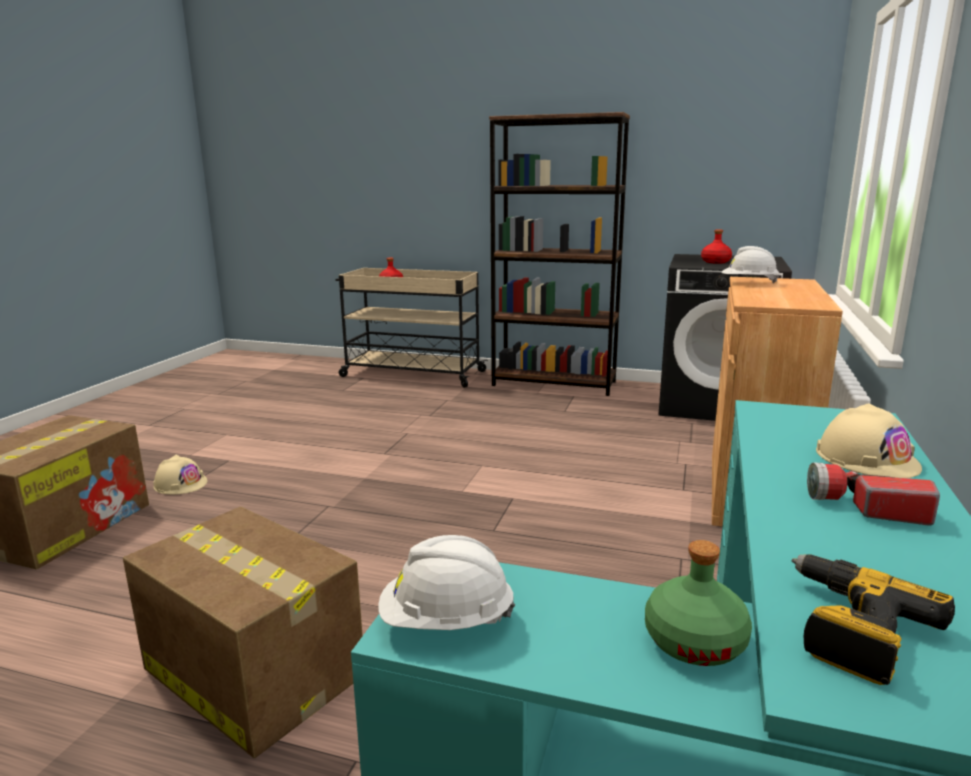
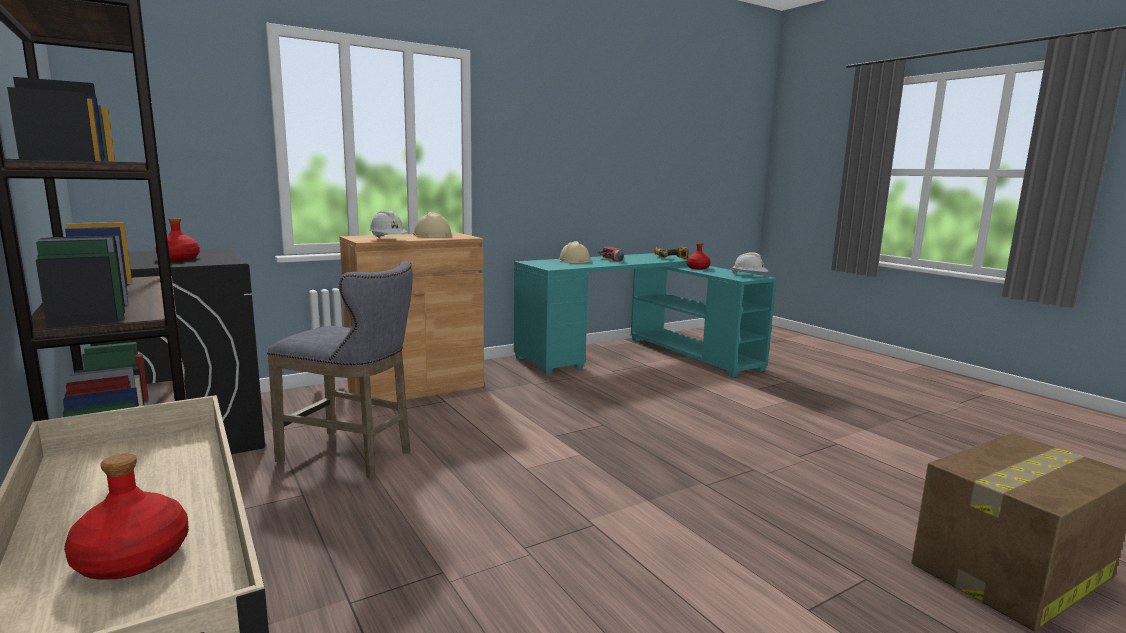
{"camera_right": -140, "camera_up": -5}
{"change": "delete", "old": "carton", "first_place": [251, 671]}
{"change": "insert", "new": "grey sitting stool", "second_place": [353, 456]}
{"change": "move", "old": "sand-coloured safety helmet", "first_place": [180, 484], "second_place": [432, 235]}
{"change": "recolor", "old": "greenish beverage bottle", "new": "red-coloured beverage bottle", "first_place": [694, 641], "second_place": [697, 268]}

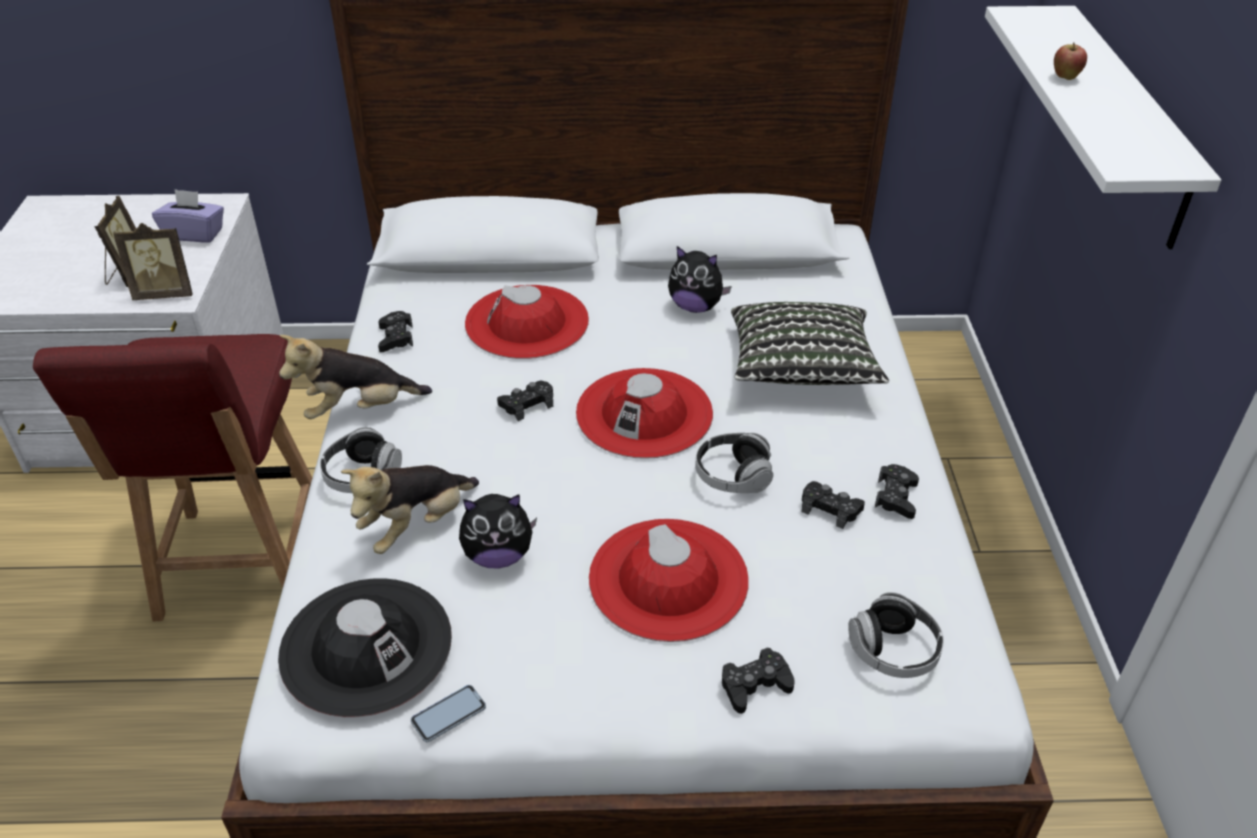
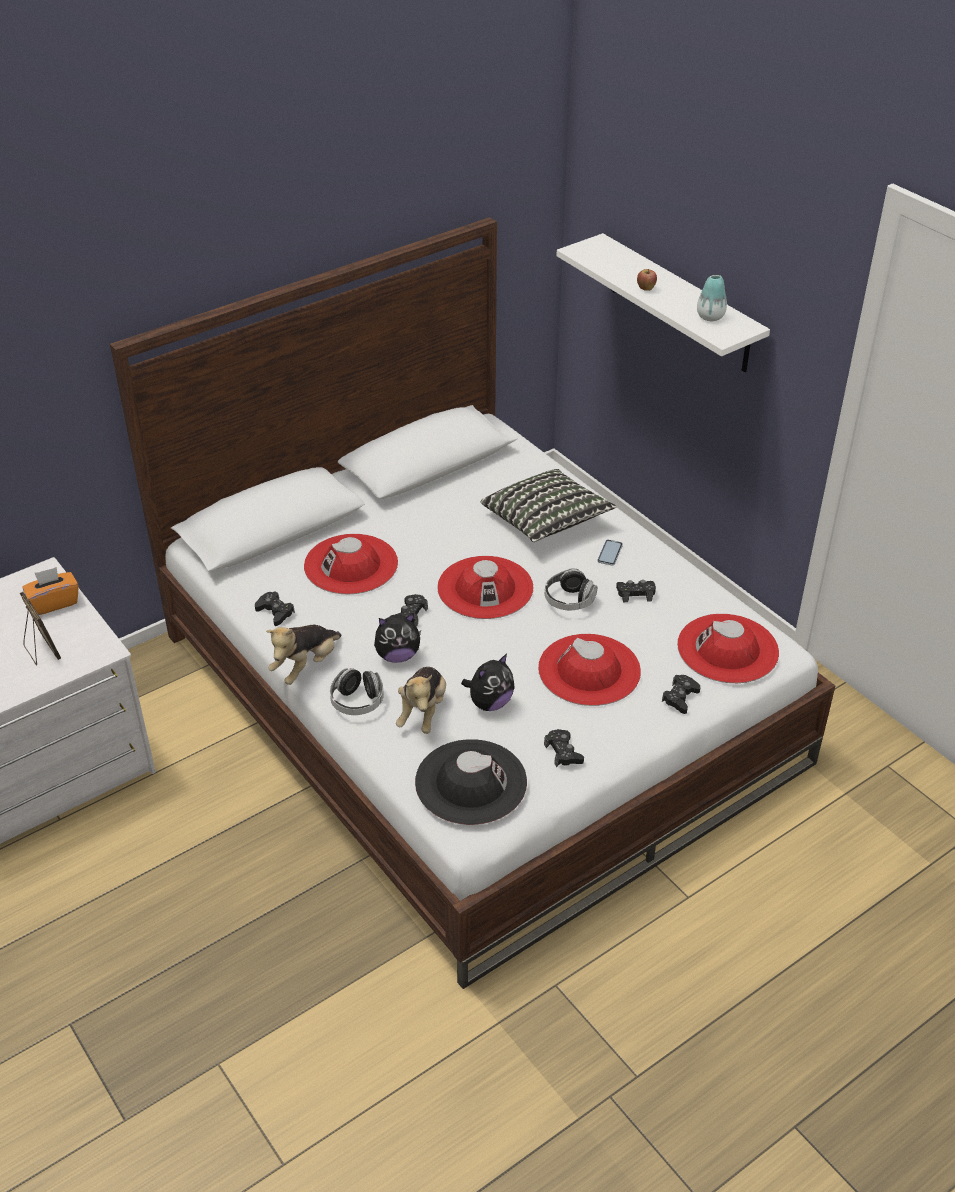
{"camera_right": -35, "camera_up": 0}
{"change": "delete", "old": "red-coloured chair", "first_place": [242, 565]}
{"change": "delete", "old": "standing frame", "first_place": [166, 293]}
{"change": "insert", "new": "decorative vase", "second_place": [710, 317]}
{"change": "move", "old": "phone", "first_place": [448, 714], "second_place": [610, 553]}
{"change": "move", "old": "cuddly toy", "first_place": [695, 307], "second_place": [397, 655]}
{"change": "move", "old": "black-coloured game controller", "first_place": [896, 497], "second_place": [563, 752]}
{"change": "replace", "old": "headphones", "new": "red-coloured clothing hat", "first_place": [893, 651], "second_place": [727, 649]}
{"change": "recolor", "old": "purple-coloured box of tissues", "new": "orange-coloured box of tissues", "first_place": [195, 234], "second_place": [54, 602]}

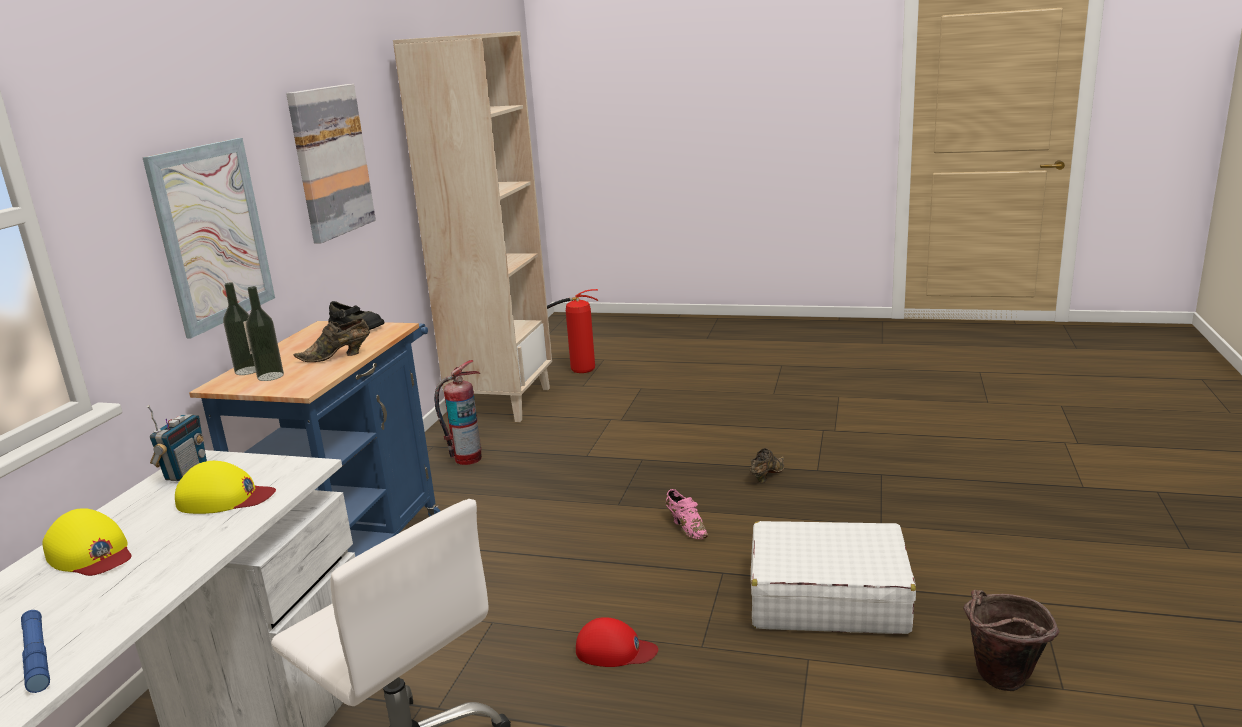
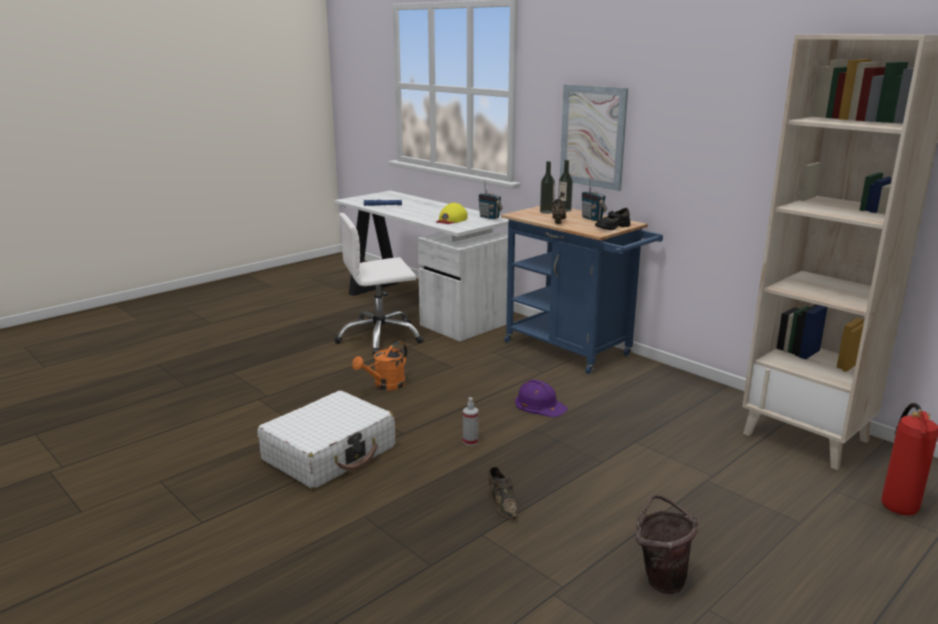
{"camera_right": 120, "camera_up": 0}
{"change": "delete", "old": "yellow baseball cap", "first_place": [91, 554]}
{"change": "delete", "old": "wall art", "first_place": [330, 161]}
{"change": "delete", "old": "fire extinguisher", "first_place": [467, 458]}
{"change": "insert", "new": "purple-coloured safety helmet", "second_place": [540, 405]}
{"change": "insert", "new": "radio set", "second_place": [592, 218]}
{"change": "move", "old": "brown pail", "first_place": [1000, 683], "second_place": [660, 578]}
{"change": "replace", "old": "red-coloured baseball cap", "new": "orange-coloured sprinkling can", "first_place": [615, 650], "second_place": [385, 386]}
{"change": "replace", "old": "pink-coloured shoe", "new": "hand sprayer", "first_place": [686, 527], "second_place": [470, 441]}

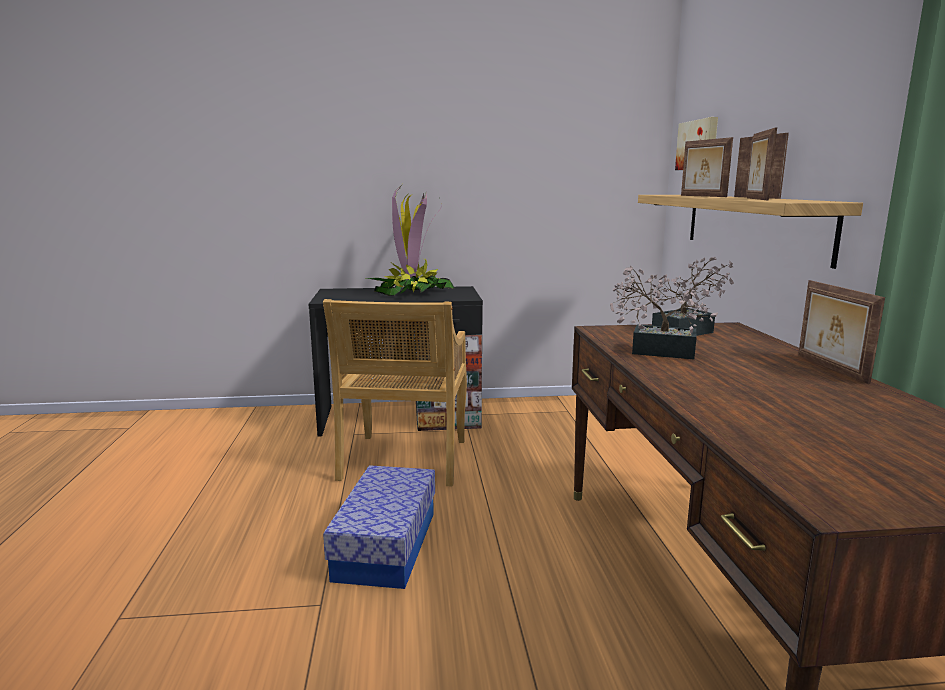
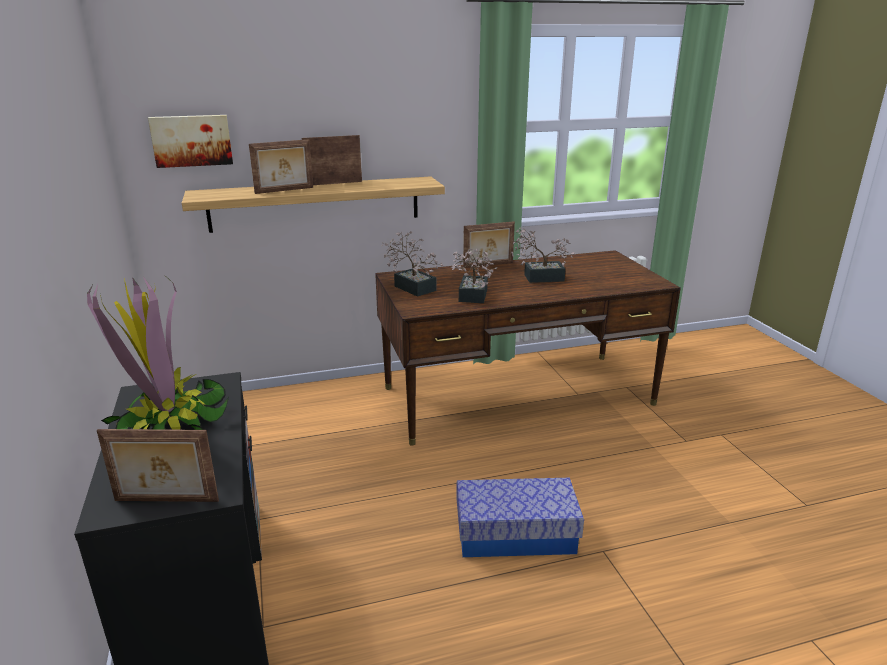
{"camera_right": -100, "camera_up": 10}
{"change": "delete", "old": "sand-coloured chair", "first_place": [404, 461]}
{"change": "insert", "new": "houseplant", "second_place": [539, 278]}
{"change": "move", "old": "standing frame", "first_place": [755, 199], "second_place": [166, 501]}

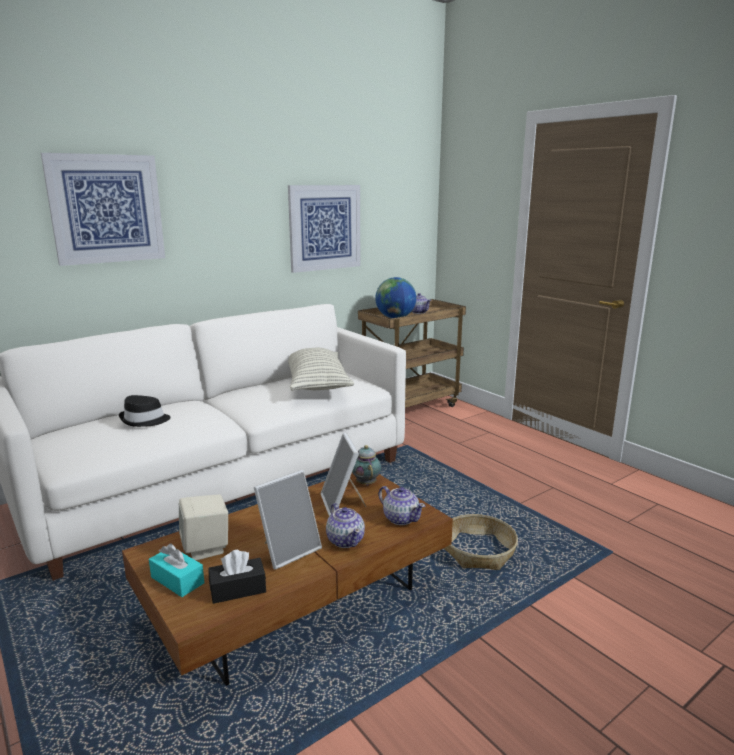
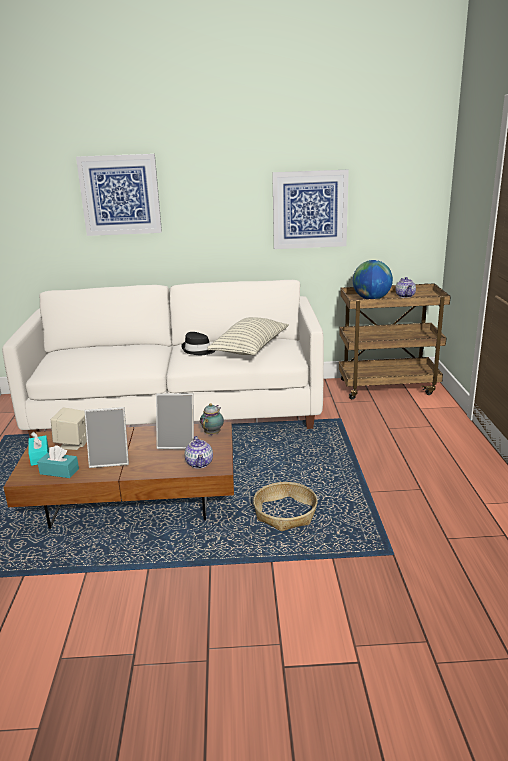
{"camera_right": 35, "camera_up": 5}
{"change": "delete", "old": "teapot", "first_place": [345, 540]}
{"change": "move", "old": "black-coloured clothing hat", "first_place": [144, 420], "second_place": [198, 350]}
{"change": "recolor", "old": "black-coloured box of tissues", "new": "turquoise-coloured box of tissues", "first_place": [238, 589], "second_place": [59, 471]}
{"change": "rotate", "old": "standing frame", "first_place": [342, 505], "second_place": [178, 443], "degrees": -105}

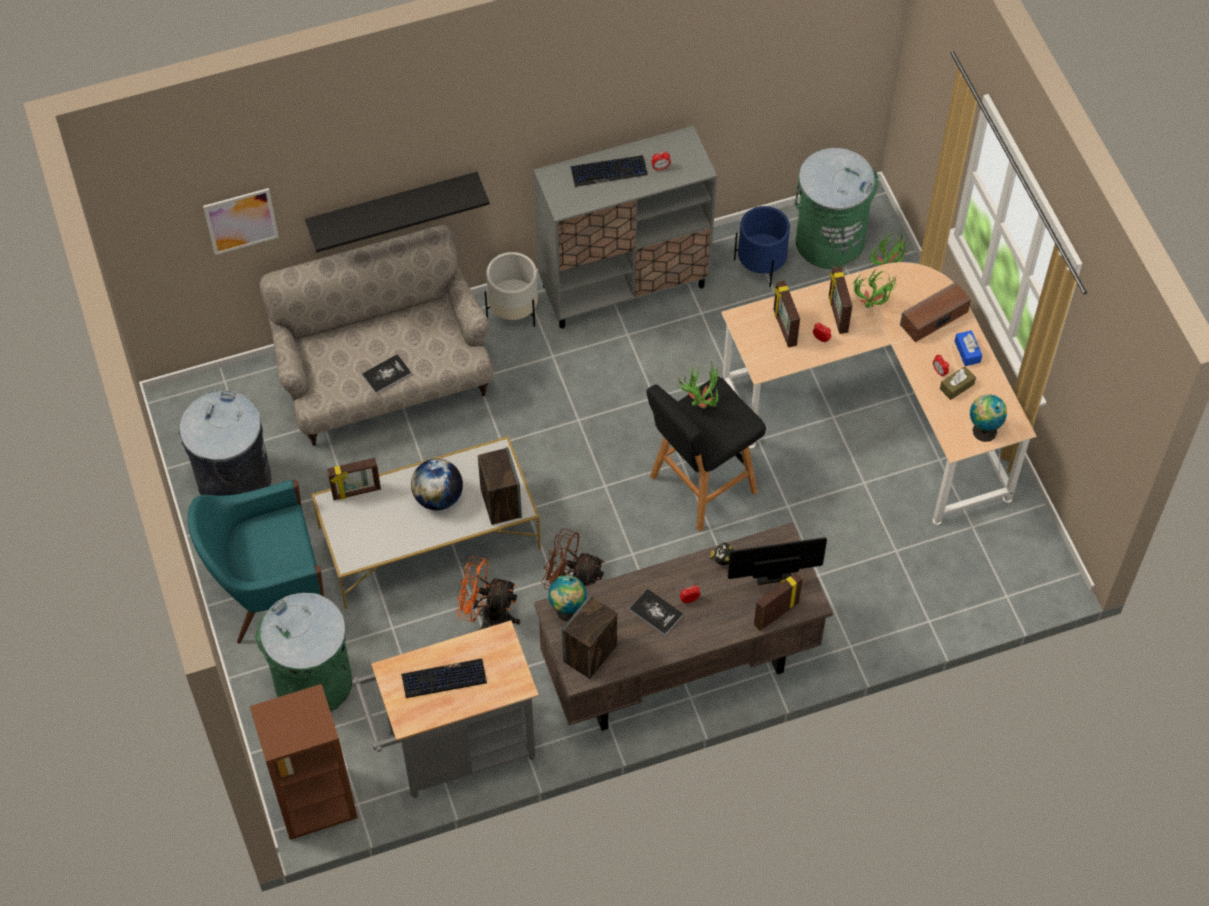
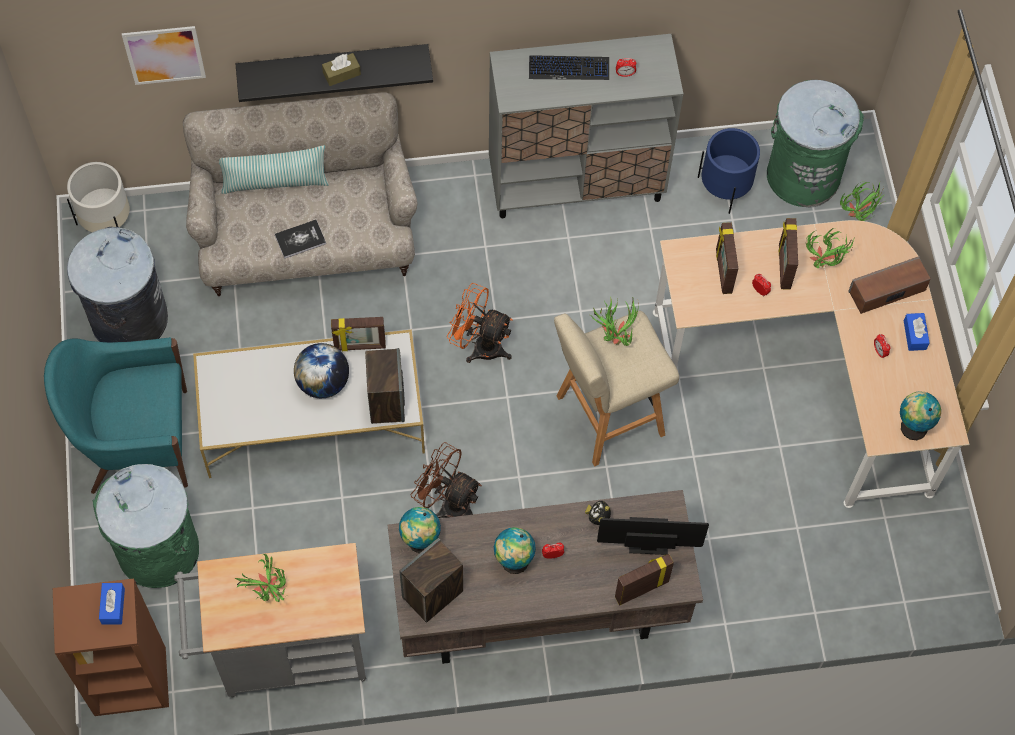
{"camera_right": 10, "camera_up": 5}
{"change": "insert", "new": "bluish box of tissues", "second_place": [113, 606]}
{"change": "insert", "new": "pillow", "second_place": [275, 182]}
{"change": "move", "old": "standing frame", "first_place": [356, 492], "second_place": [360, 346]}
{"change": "move", "old": "orange-coloured fan", "first_place": [487, 616], "second_place": [480, 345]}
{"change": "move", "old": "white-coloured plant pot", "first_place": [513, 311], "second_place": [106, 221]}
{"change": "move", "old": "brown box of tissues", "first_place": [956, 386], "second_place": [341, 73]}
{"change": "replace", "old": "keyboard", "new": "houseplant", "first_place": [444, 679], "second_place": [269, 594]}
{"change": "replace", "old": "bound book", "new": "globe", "first_place": [656, 612], "second_place": [513, 562]}
{"change": "recolor", "old": "black-coloured sitting stool", "new": "sand-coloured sitting stool", "first_place": [700, 486], "second_place": [606, 417]}

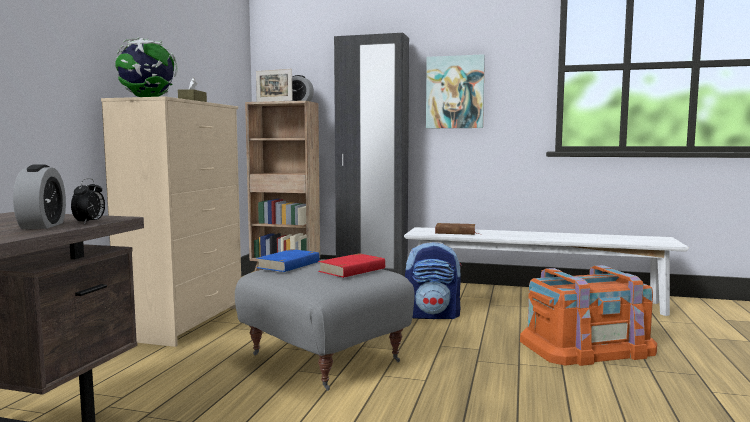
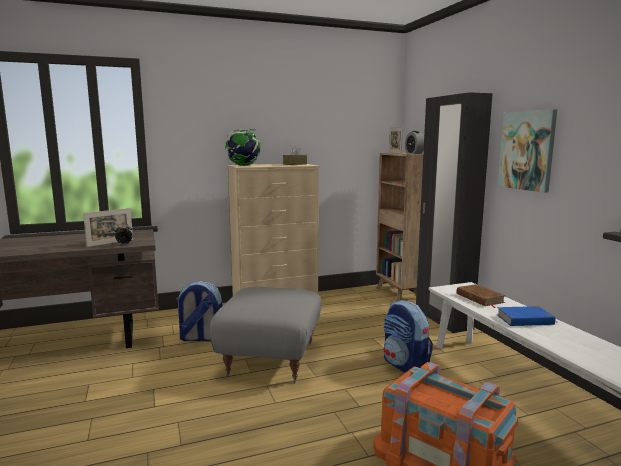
{"camera_right": 55, "camera_up": 5}
{"change": "delete", "old": "red-coloured bound book", "first_place": [352, 270]}
{"change": "insert", "new": "backpack", "second_place": [200, 338]}
{"change": "move", "old": "bluish bound book", "first_place": [289, 265], "second_place": [525, 320]}
{"change": "replace", "old": "table clock", "new": "standing frame", "first_place": [42, 226], "second_place": [110, 243]}

